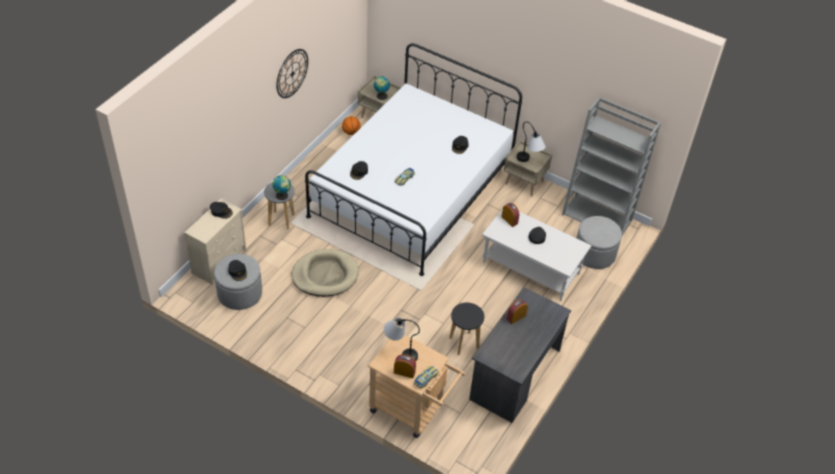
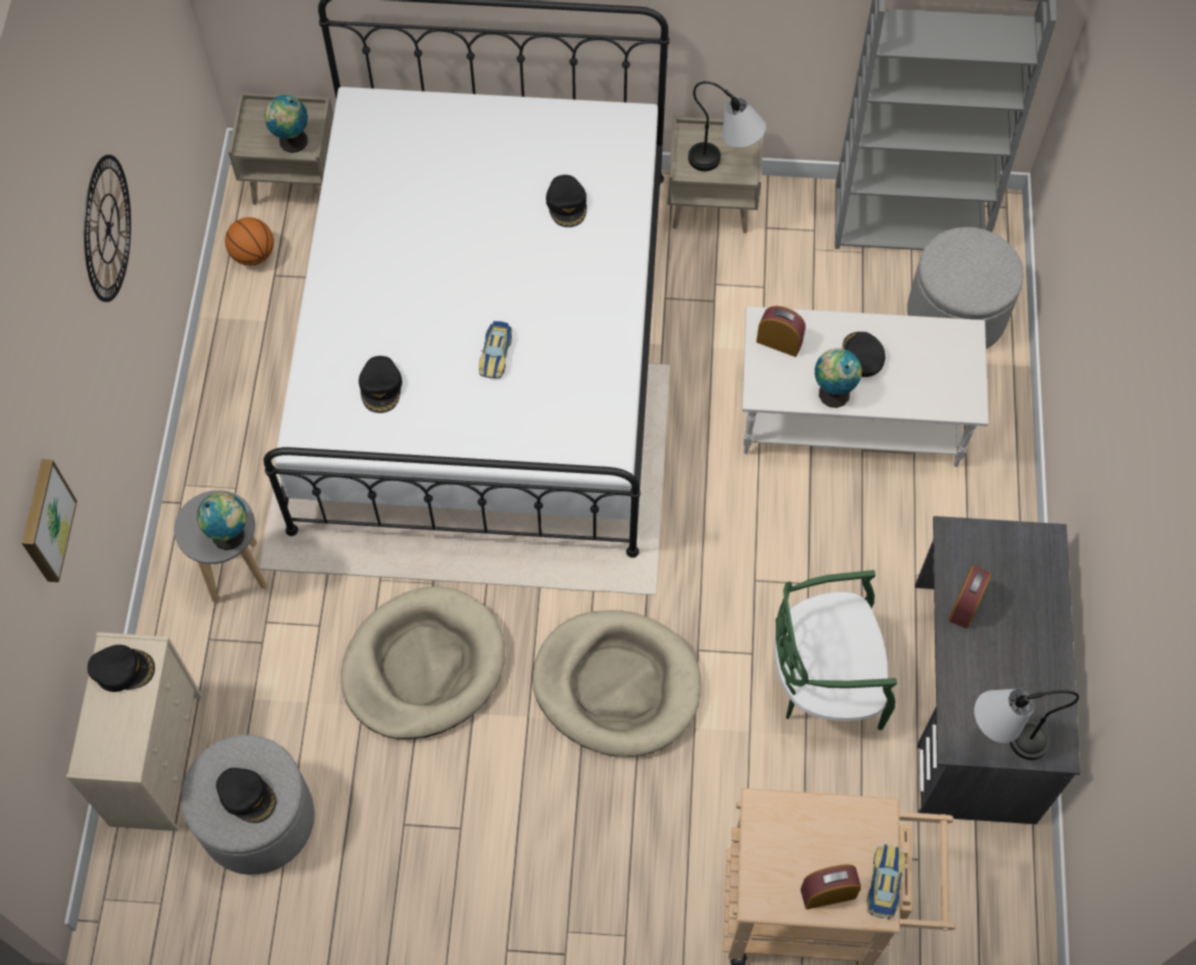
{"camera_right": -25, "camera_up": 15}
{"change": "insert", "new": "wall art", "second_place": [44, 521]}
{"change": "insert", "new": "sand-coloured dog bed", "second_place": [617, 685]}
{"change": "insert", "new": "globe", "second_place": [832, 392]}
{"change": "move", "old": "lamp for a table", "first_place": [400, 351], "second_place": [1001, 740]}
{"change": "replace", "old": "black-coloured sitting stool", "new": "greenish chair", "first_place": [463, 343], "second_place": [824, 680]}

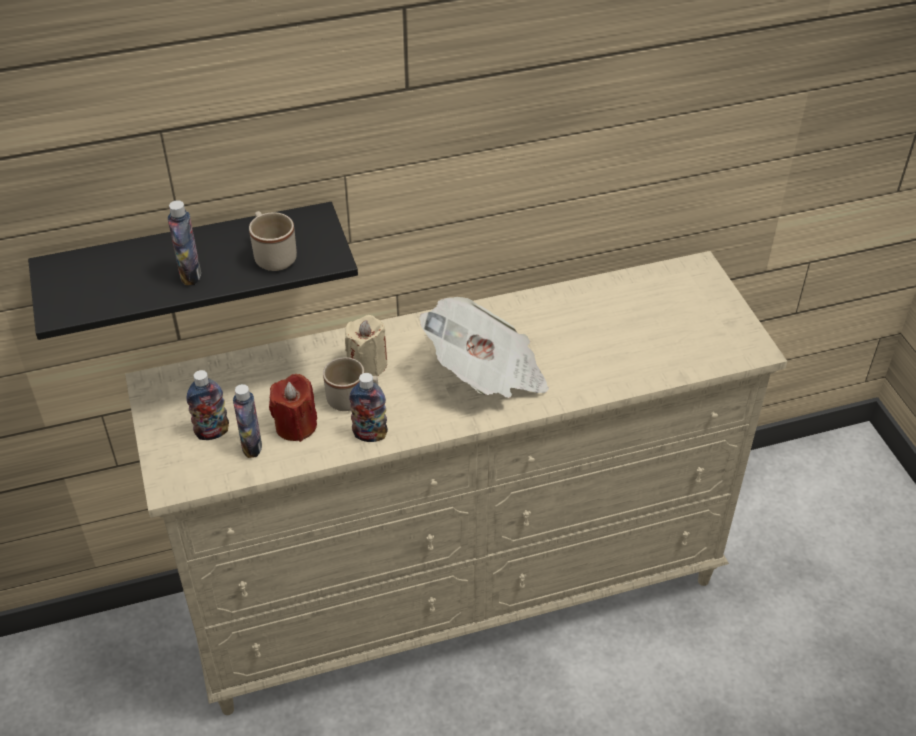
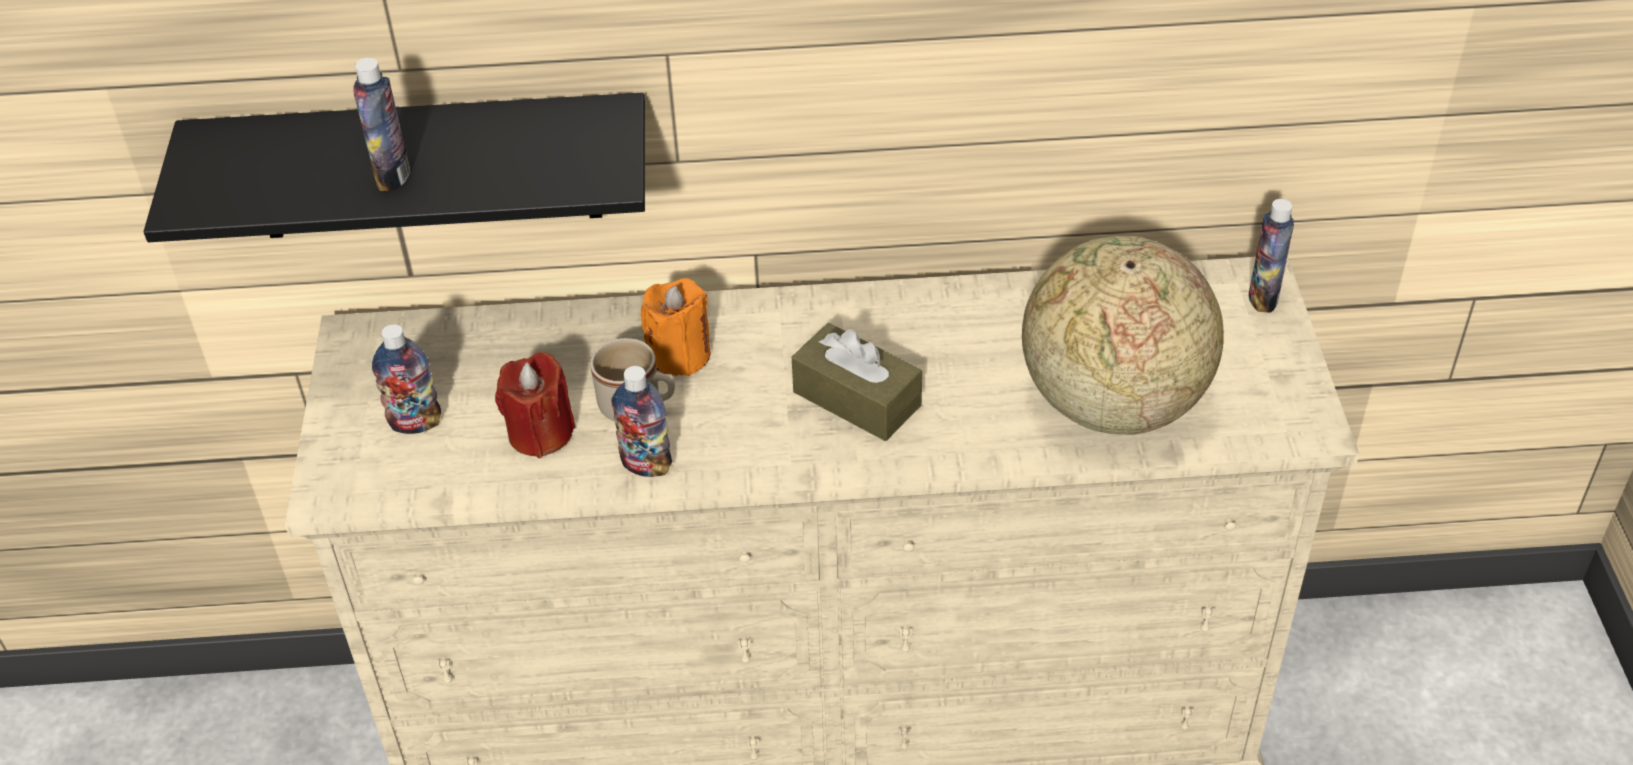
{"camera_right": 15, "camera_up": 0}
{"change": "delete", "old": "sand-coloured coffee mug", "first_place": [273, 255]}
{"change": "insert", "new": "globe", "second_place": [1111, 403]}
{"change": "move", "old": "beverage bottle", "first_place": [252, 446], "second_place": [1263, 297]}
{"change": "replace", "old": "daily paper", "new": "brown box of tissues", "first_place": [486, 374], "second_place": [857, 399]}
{"change": "recolor", "old": "sand-coloured wax light", "new": "orange-coloured wax light", "first_place": [367, 364], "second_place": [679, 355]}

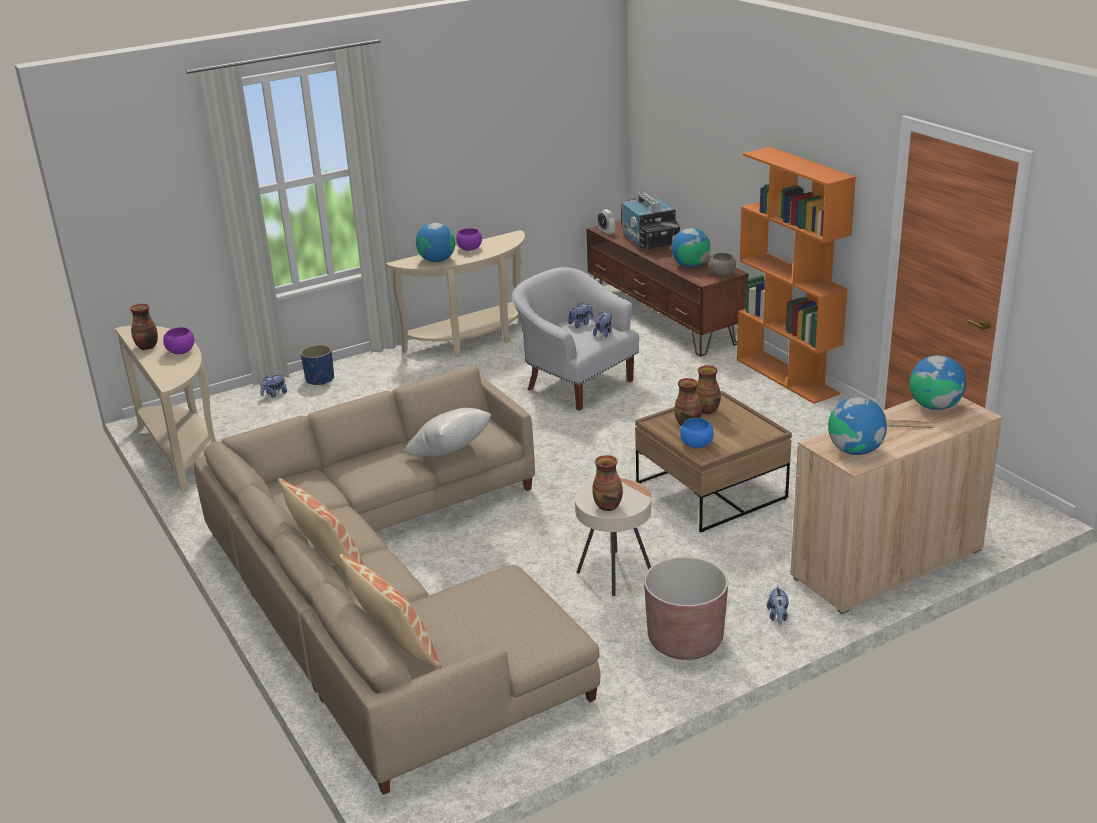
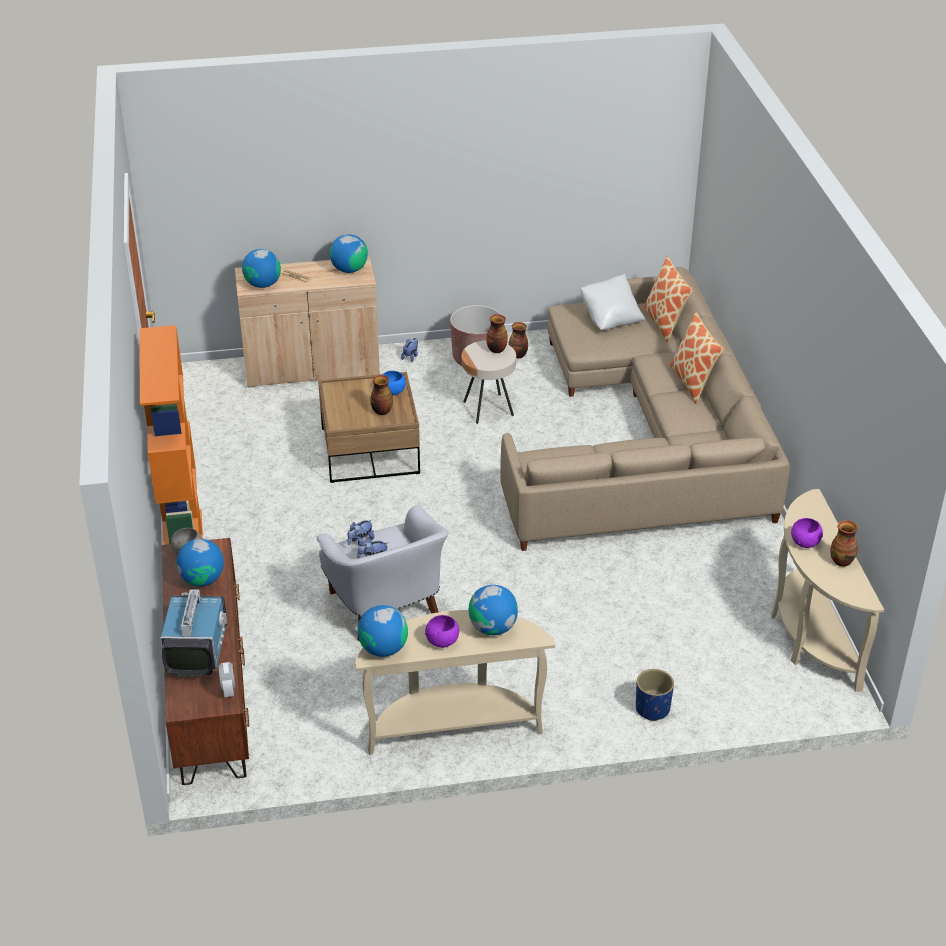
{"camera_right": -160, "camera_up": 10}
{"change": "delete", "old": "cuddly toy", "first_place": [274, 394]}
{"change": "insert", "new": "globe", "second_place": [383, 648]}
{"change": "move", "old": "white-coloured pillow", "first_place": [451, 454], "second_place": [610, 319]}
{"change": "move", "old": "decorative vase", "first_place": [707, 410], "second_place": [517, 355]}

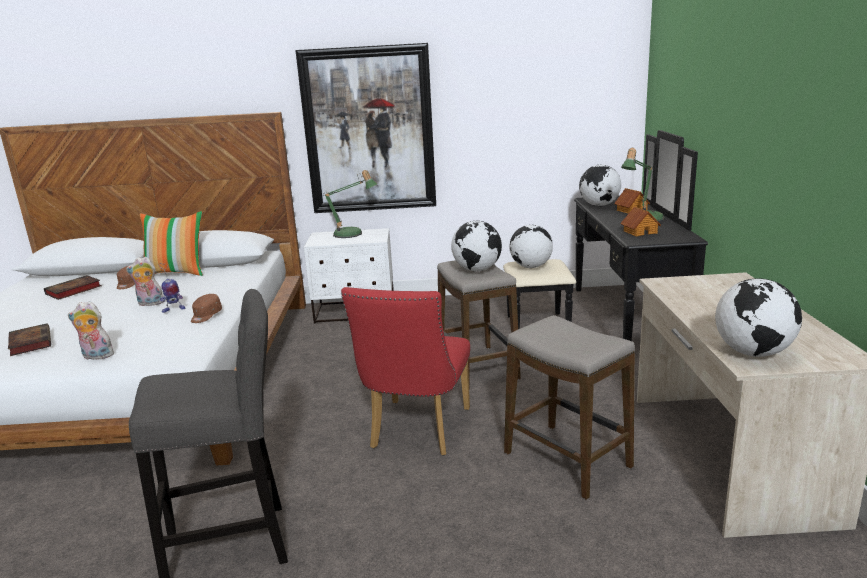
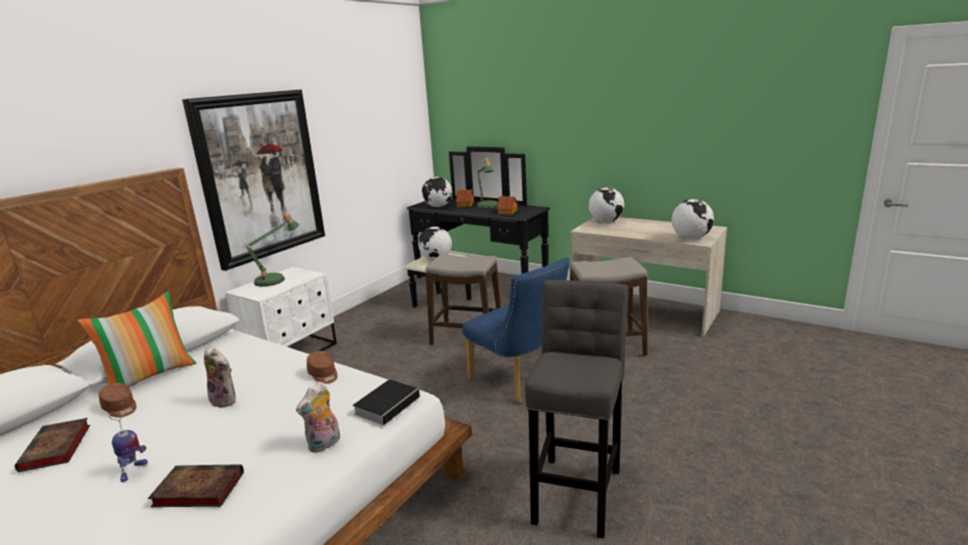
{"camera_right": -55, "camera_up": 0}
{"change": "insert", "new": "bound book", "second_place": [388, 404]}
{"change": "move", "old": "robot figure", "first_place": [173, 310], "second_place": [133, 471]}
{"change": "move", "old": "globe", "first_place": [477, 270], "second_place": [606, 222]}
{"change": "recolor", "old": "red-coloured chair", "new": "bluish chair", "first_place": [416, 432], "second_place": [519, 382]}
{"change": "rotate", "old": "cuddly toy", "first_place": [149, 304], "second_place": [226, 400], "degrees": -90}

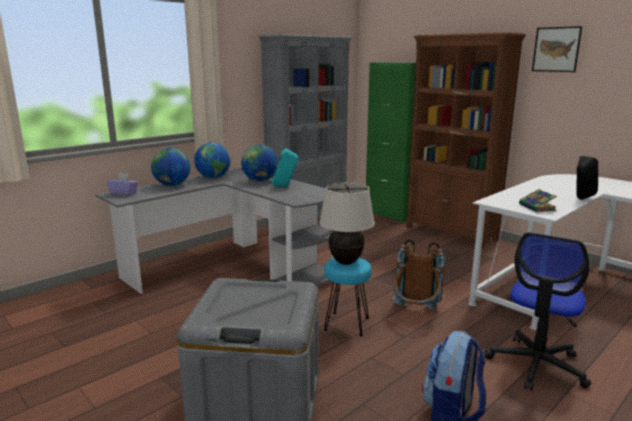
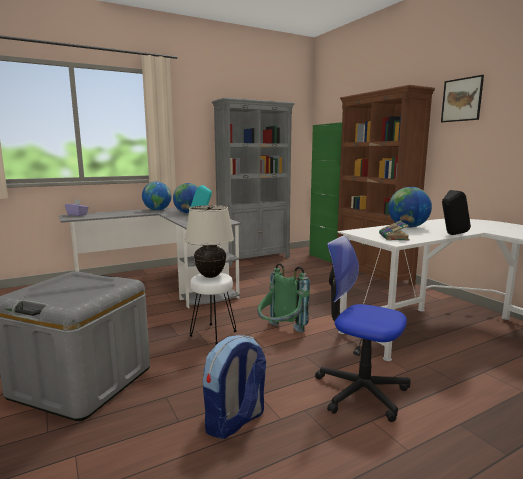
{"camera_right": 15, "camera_up": -5}
{"change": "move", "old": "globe", "first_place": [172, 185], "second_place": [407, 227]}
{"change": "recolor", "old": "turquoise-coloured sitting stool", "new": "white-coloured sitting stool", "first_place": [346, 324], "second_place": [212, 334]}
{"change": "recolor", "old": "brown backpack", "new": "greenish backpack", "first_place": [415, 314], "second_place": [281, 333]}
{"change": "rotate", "old": "office chair", "first_place": [536, 365], "second_place": [361, 391], "degrees": 75}

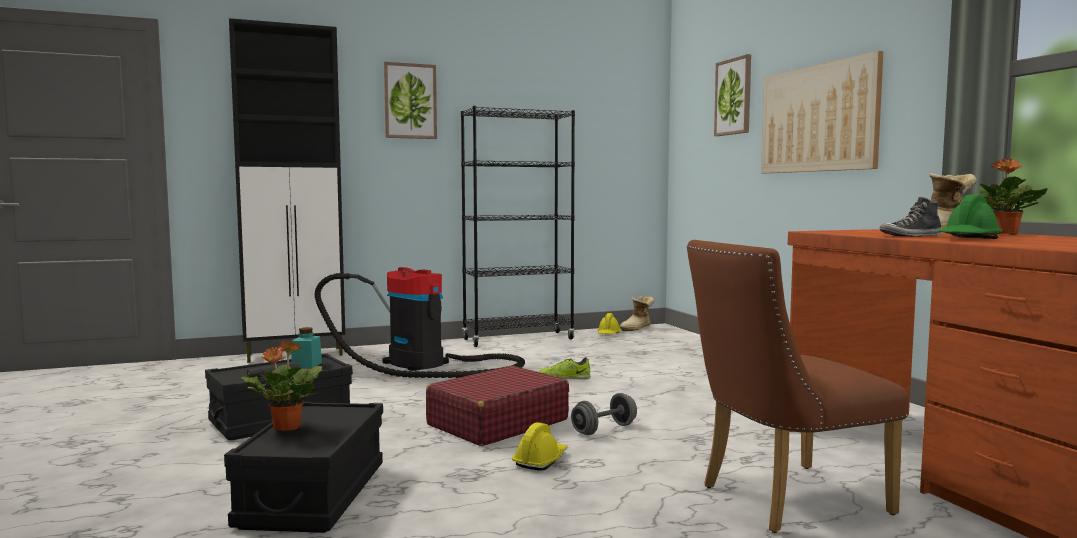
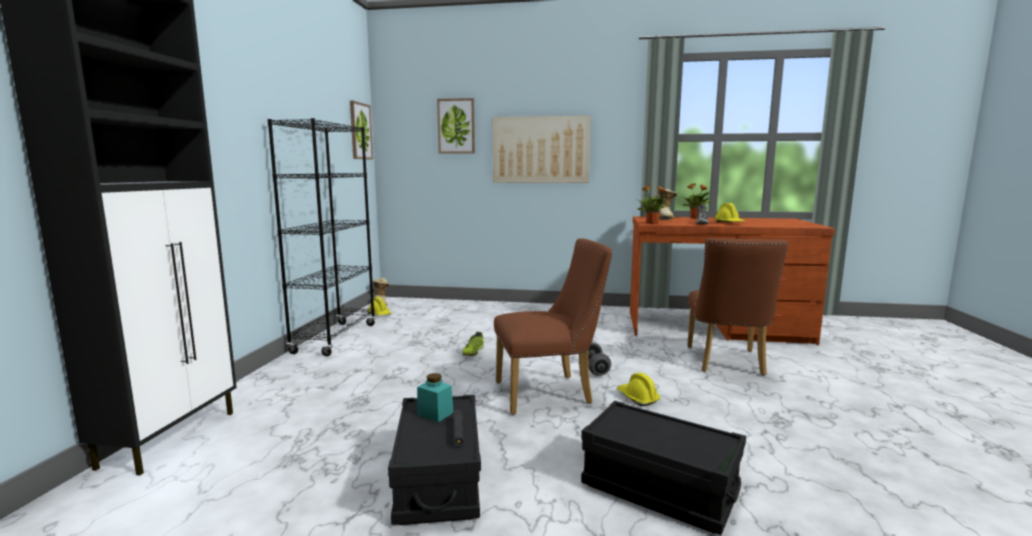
{"camera_right": -60, "camera_up": 5}
{"change": "delete", "old": "vacuum cleaner", "first_place": [422, 364]}
{"change": "move", "old": "houseplant", "first_place": [286, 427], "second_place": [652, 223]}
{"change": "move", "old": "wall art", "first_place": [410, 101], "second_place": [360, 131]}
{"change": "replace", "old": "red-coloured suitcase", "new": "brown chair", "first_place": [497, 423], "second_place": [550, 393]}
{"change": "recolor", "old": "greenish safety helmet", "new": "yellow safety helmet", "first_place": [968, 239], "second_place": [728, 223]}

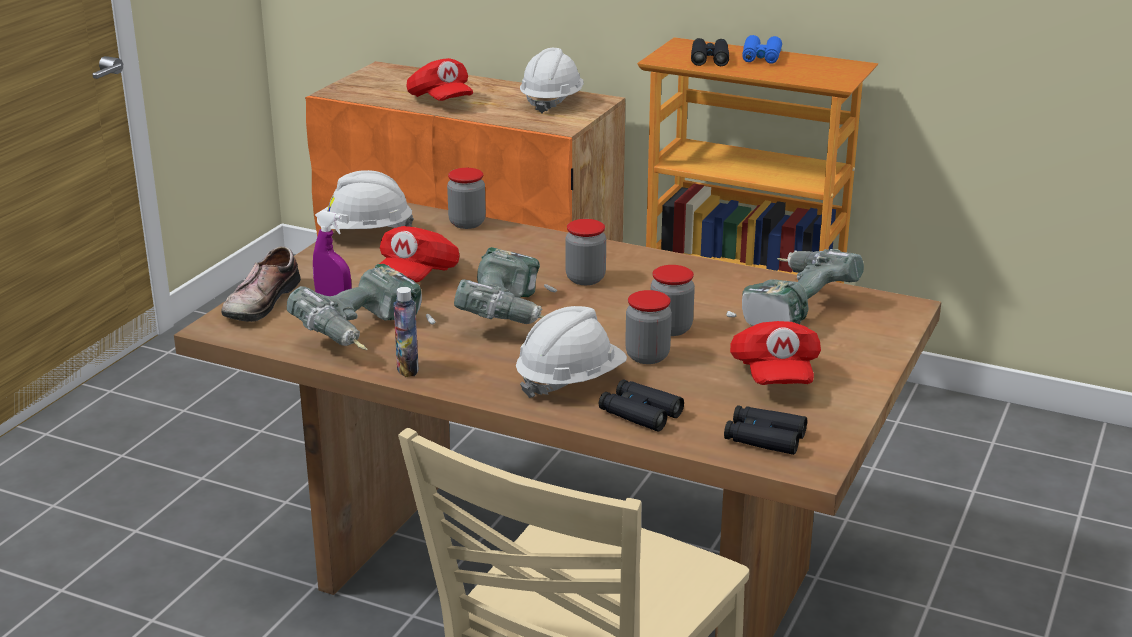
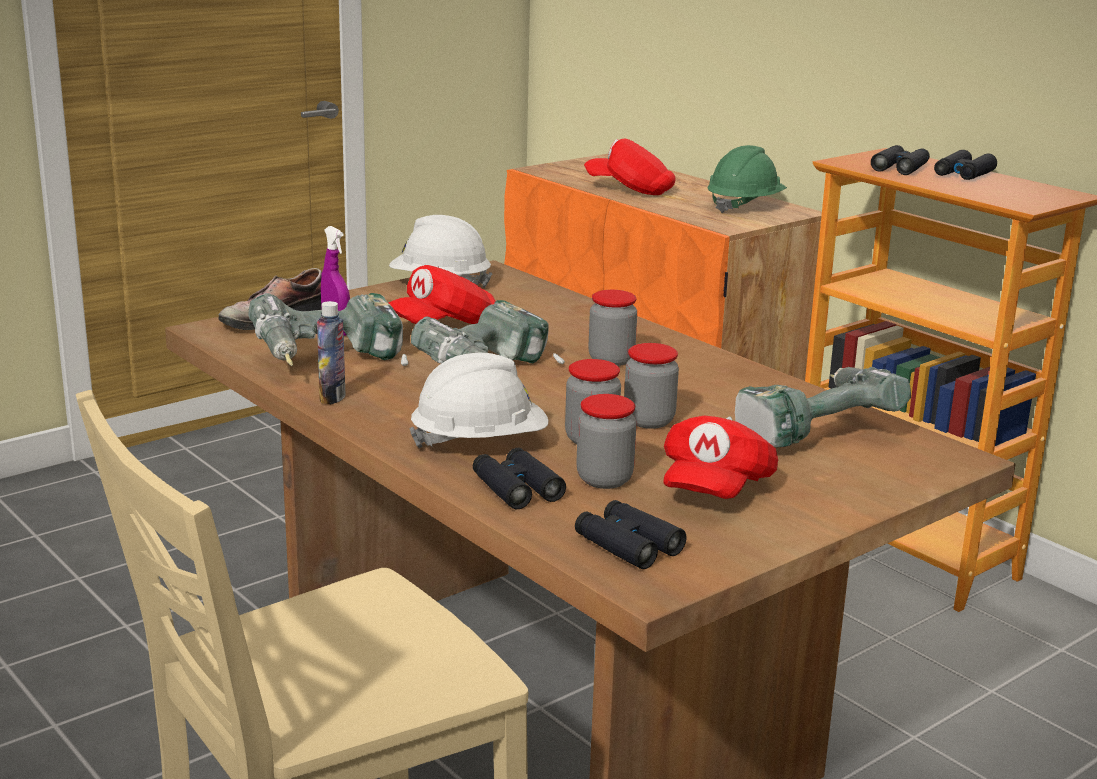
{"camera_right": 25, "camera_up": -5}
{"change": "move", "old": "preserve jar", "first_place": [467, 223], "second_place": [604, 479]}
{"change": "recolor", "old": "white-coloured safety helmet", "new": "greenish safety helmet", "first_place": [551, 102], "second_place": [744, 206]}
{"change": "recolor", "old": "bluish field glasses", "new": "black-coloured field glasses", "first_place": [761, 57], "second_place": [963, 174]}
{"change": "rotate", "old": "red-coloured baseball cap", "first_place": [440, 101], "second_place": [631, 189], "degrees": 120}

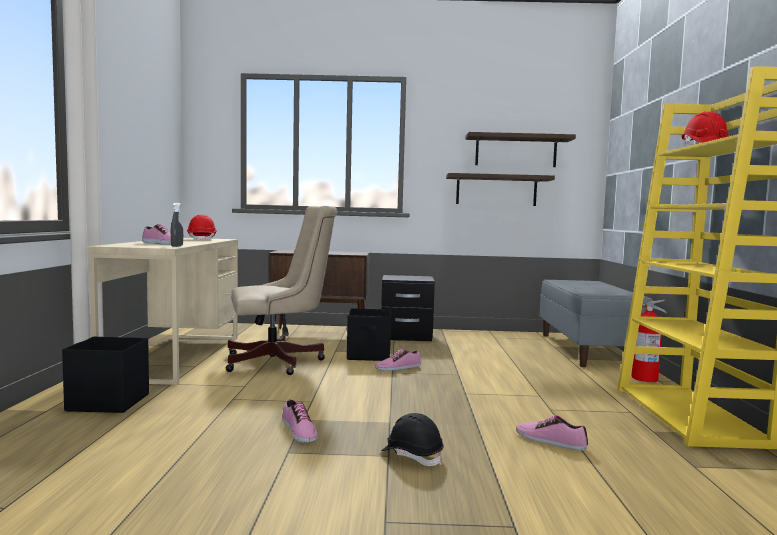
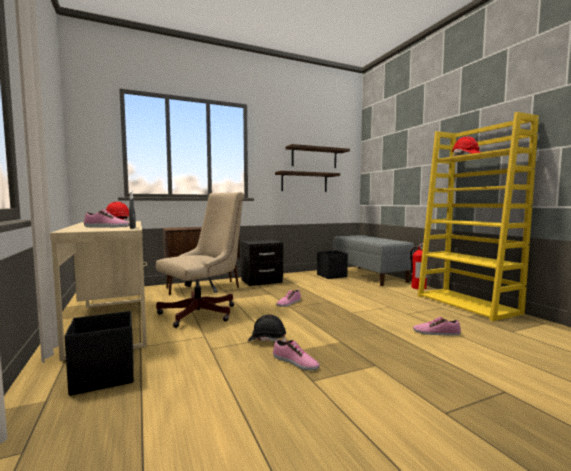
{"camera_right": -25, "camera_up": 0}
{"change": "move", "old": "black-coloured storage bin", "first_place": [369, 355], "second_place": [332, 276]}
{"change": "move", "old": "black-coloured safety helmet", "first_place": [412, 455], "second_place": [267, 340]}

